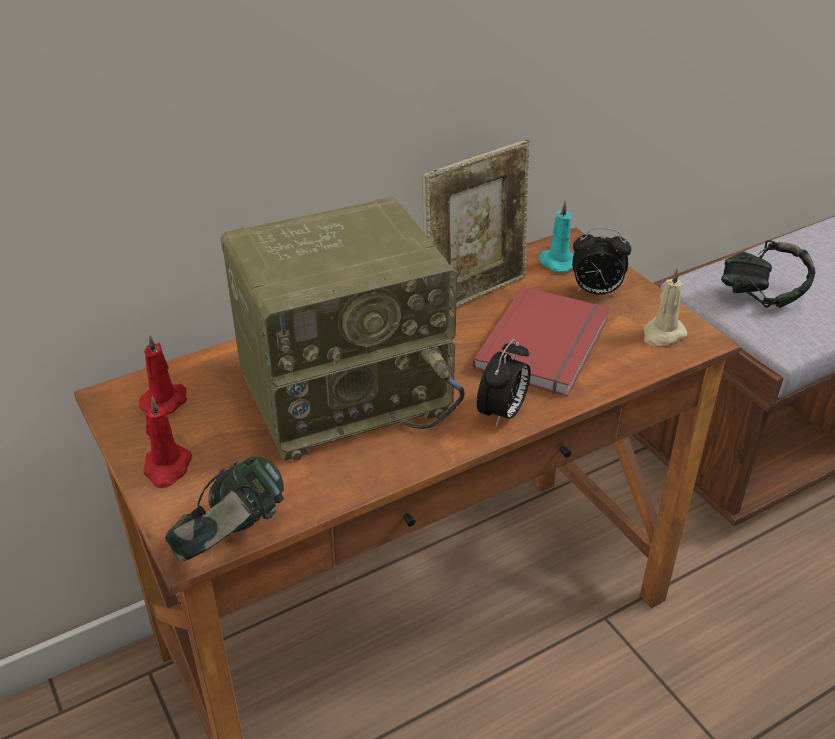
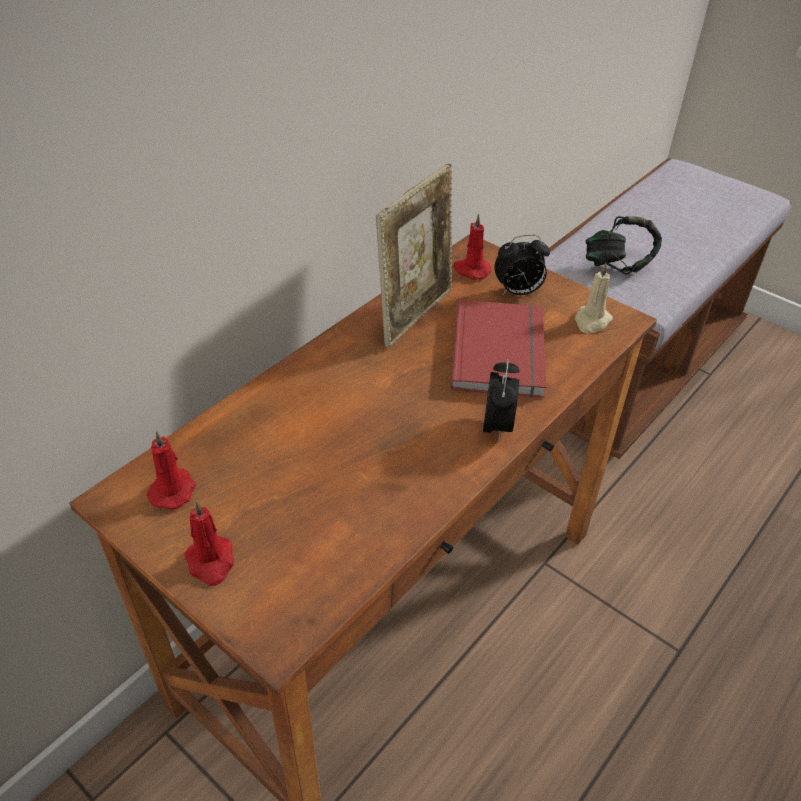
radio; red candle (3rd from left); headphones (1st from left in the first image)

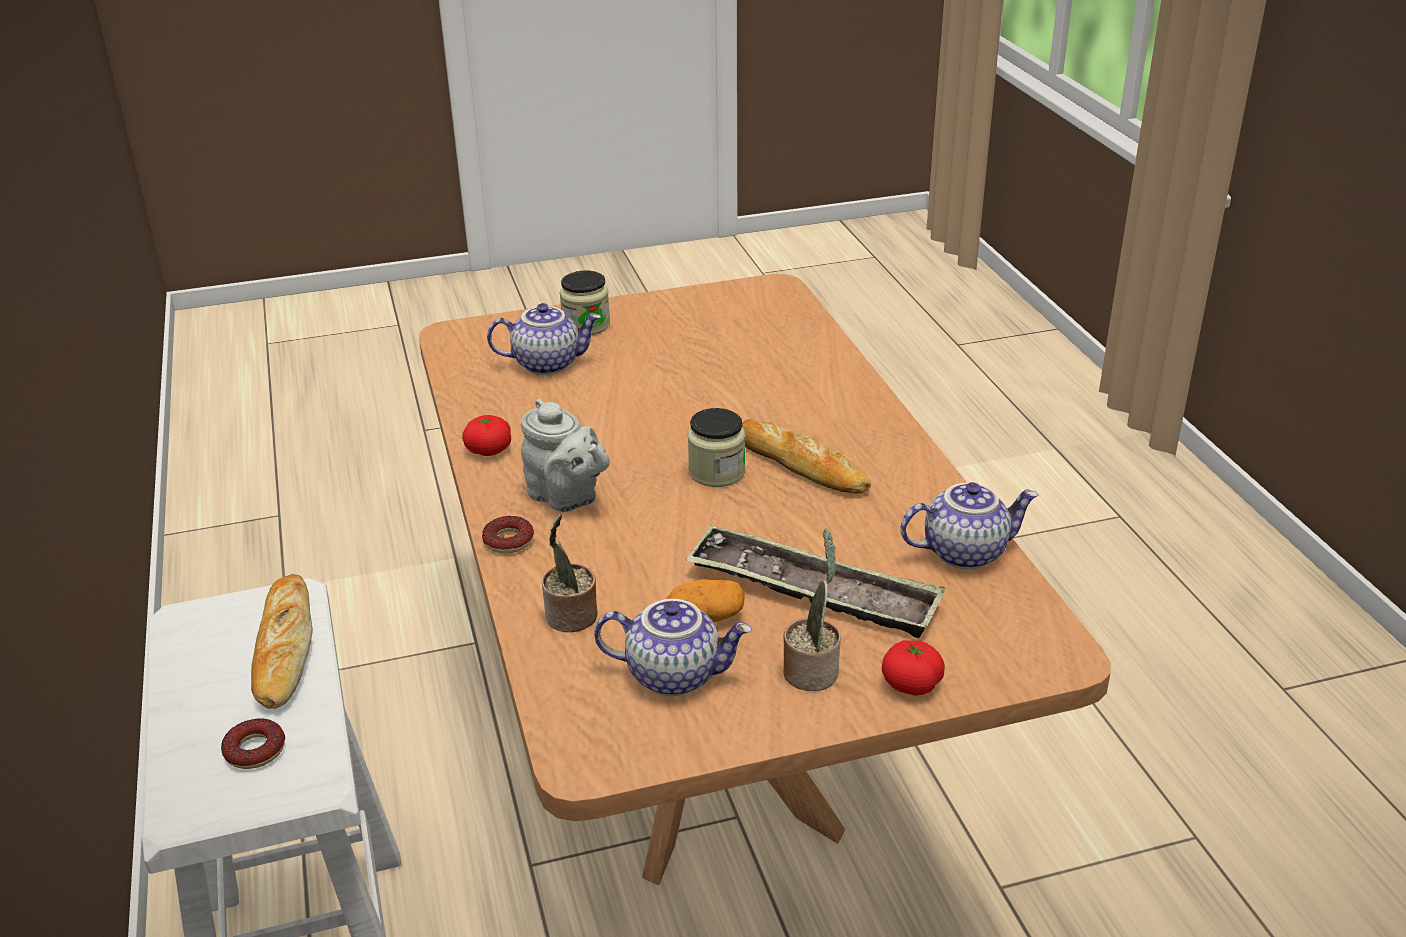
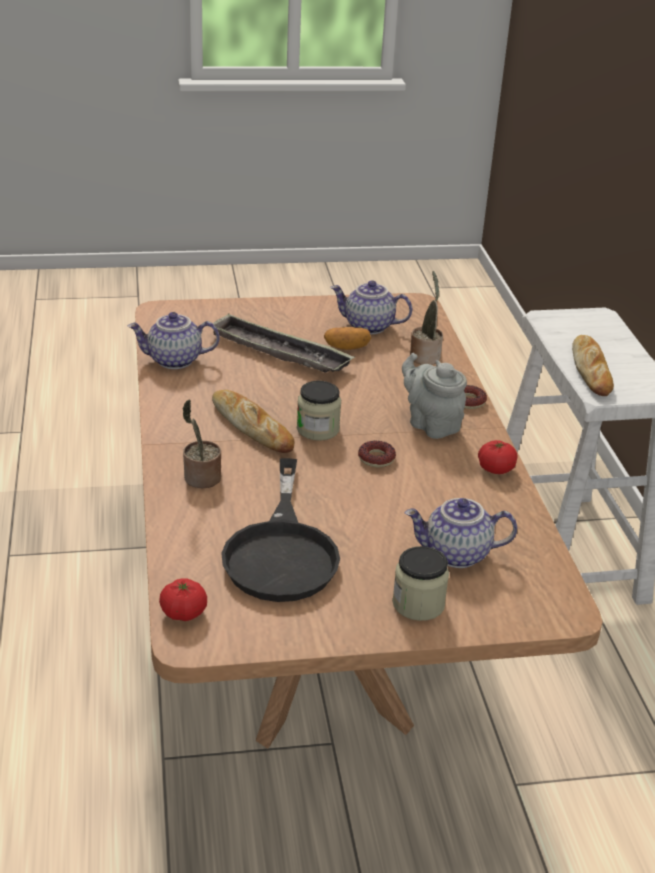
potted plant (1st from left); tomato (1st from left); donut (1st from left); black frying pan

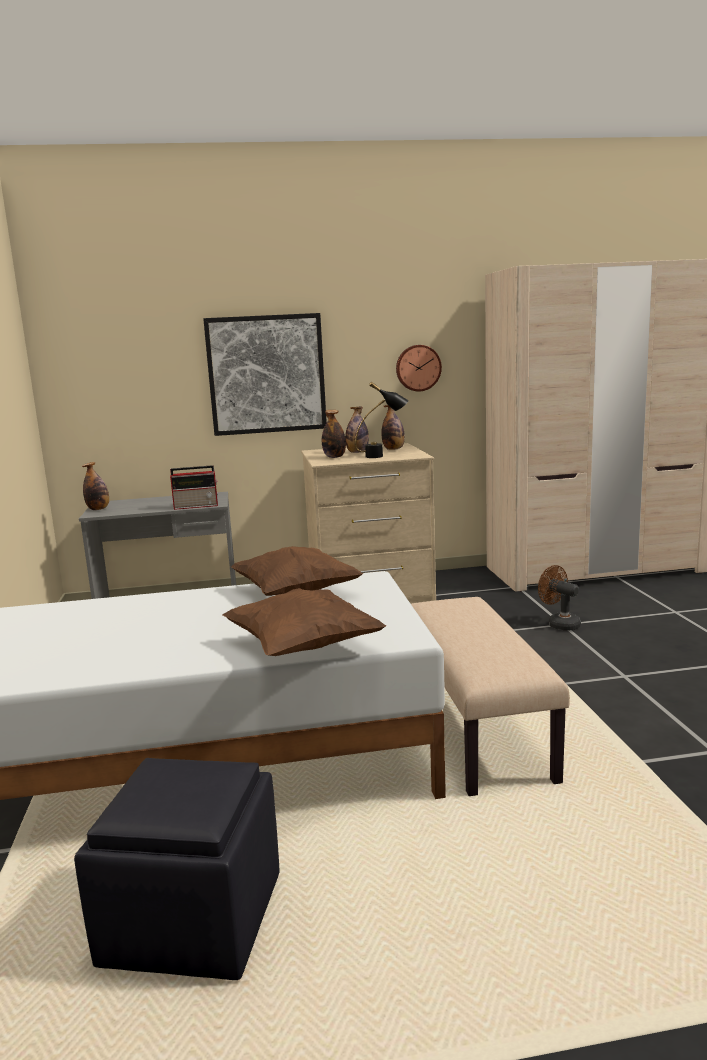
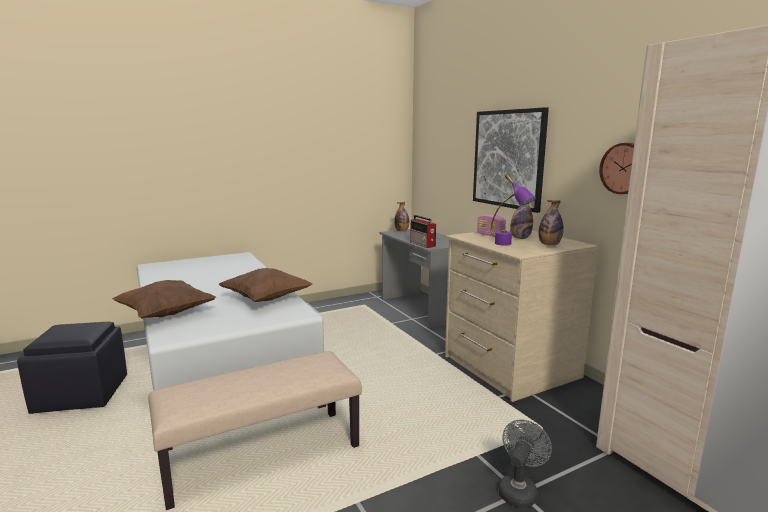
purple table lamp; radio (2nd from left); grey fan

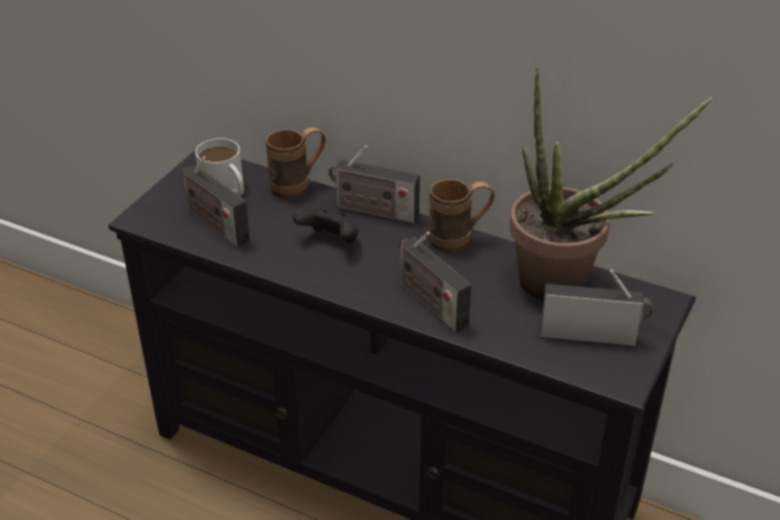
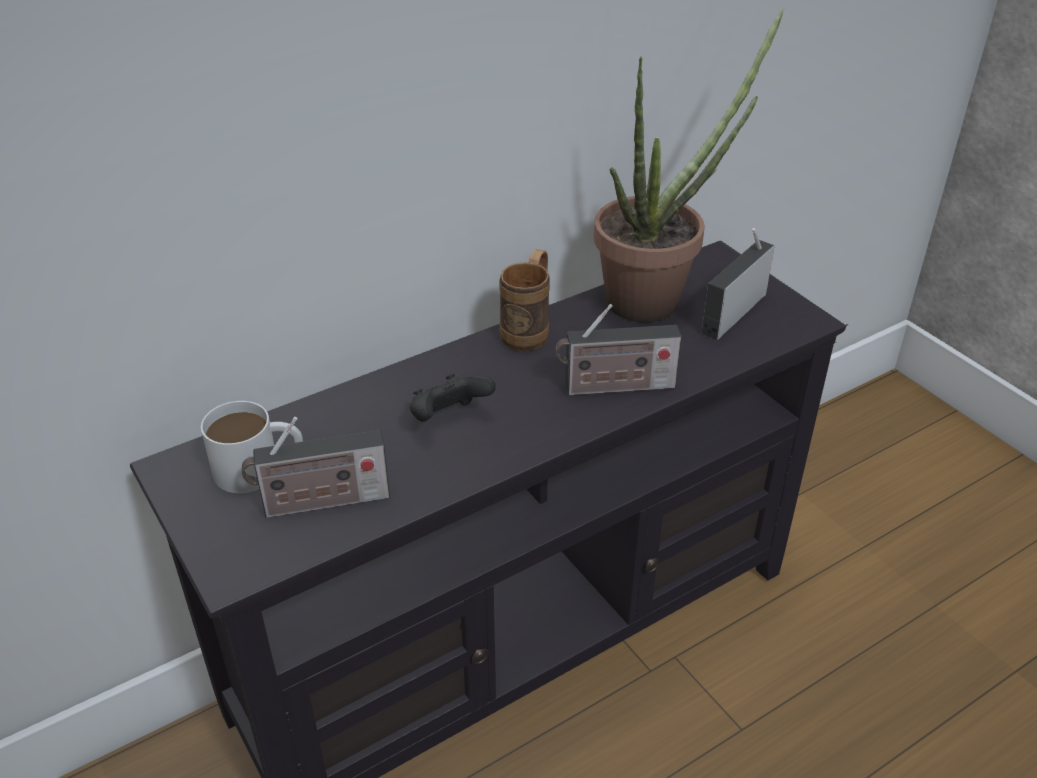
brown mug (1st from left in the first image); radio (2nd from left in the first image)

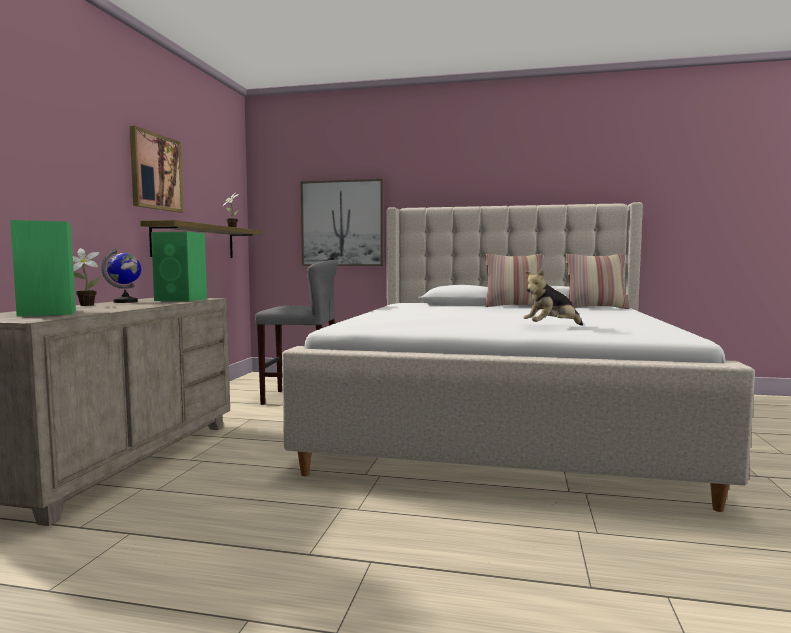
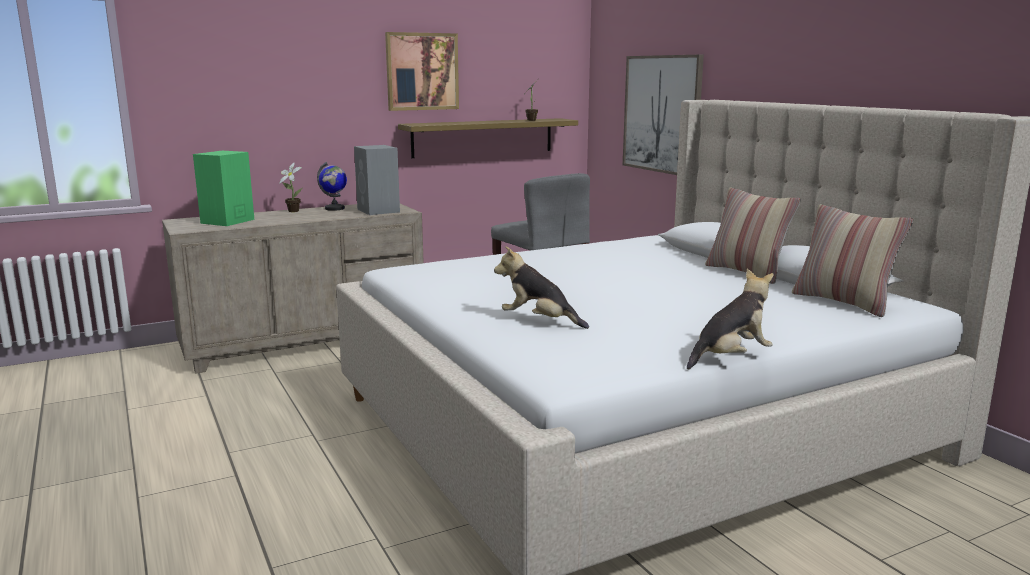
grey speaker; plush toy (2nd from left)

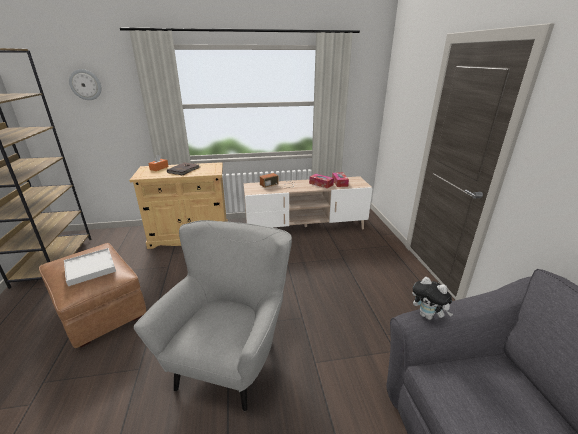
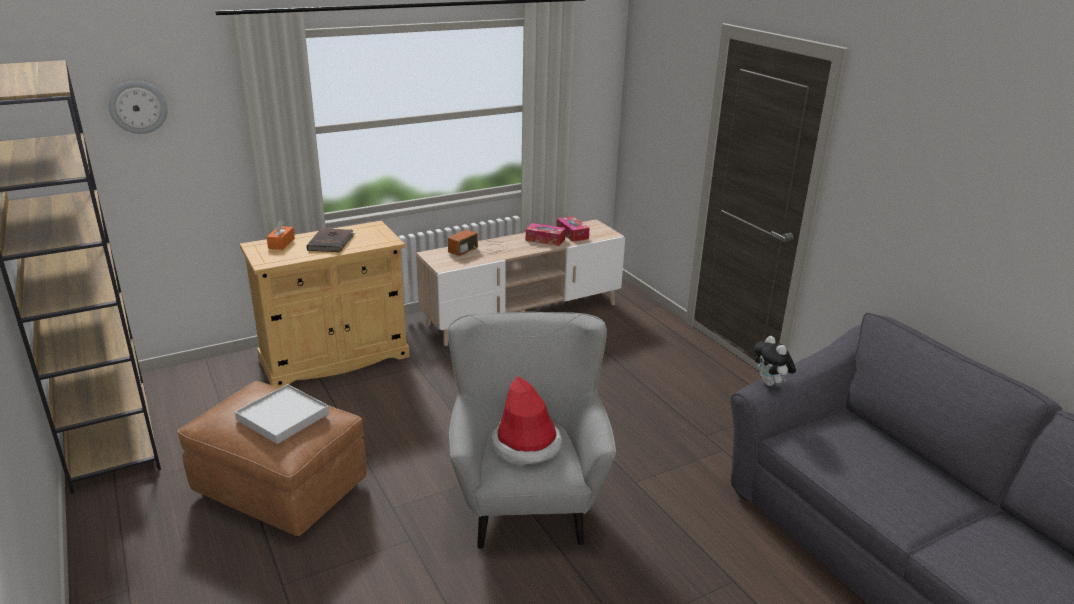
plush toy; hat

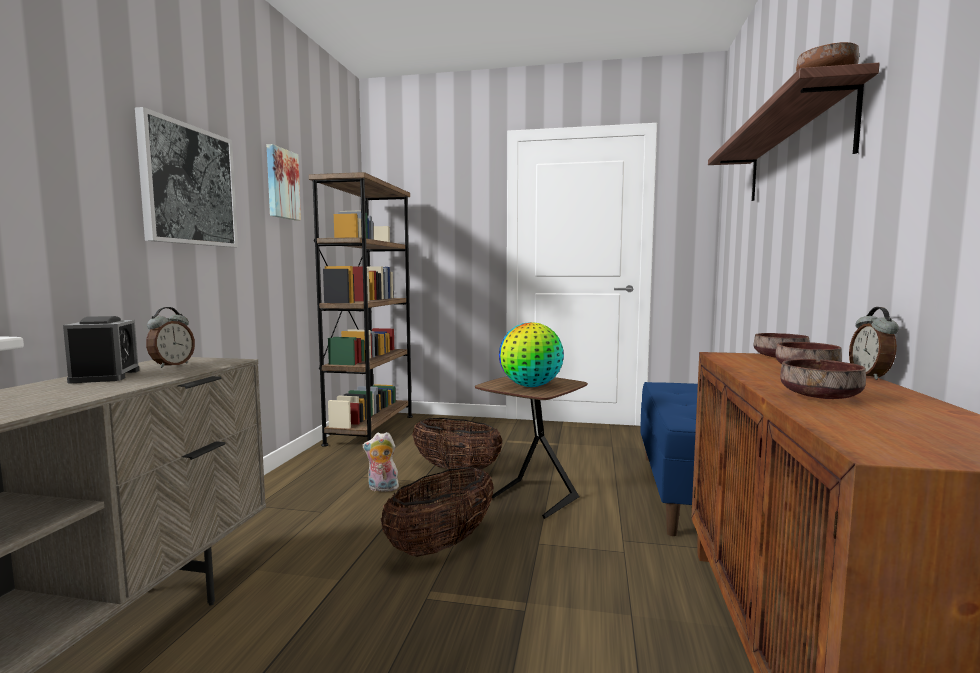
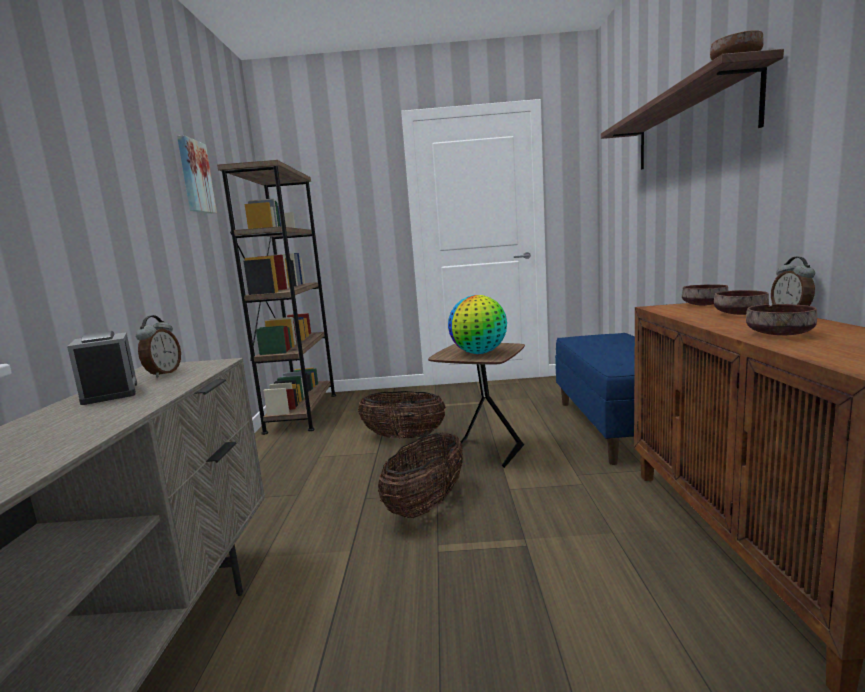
picture (1st from left in the first image); plush toy

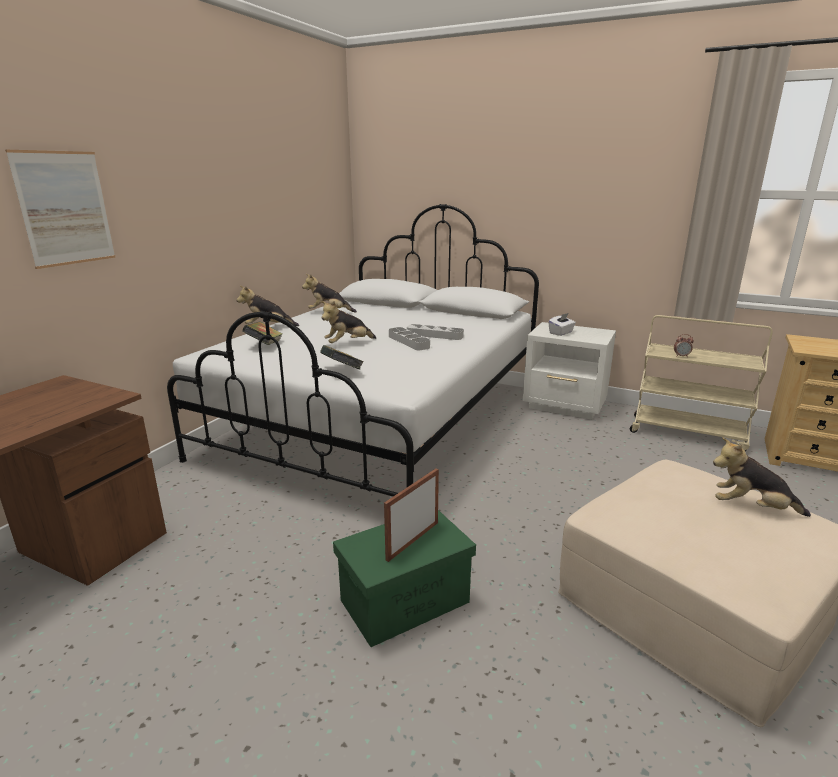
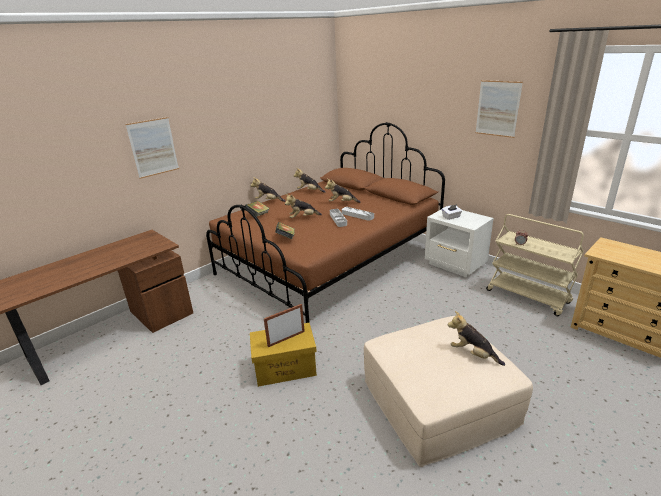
brown bed; yellow storage box; picture (2nd from left); plush toy (4th from left)

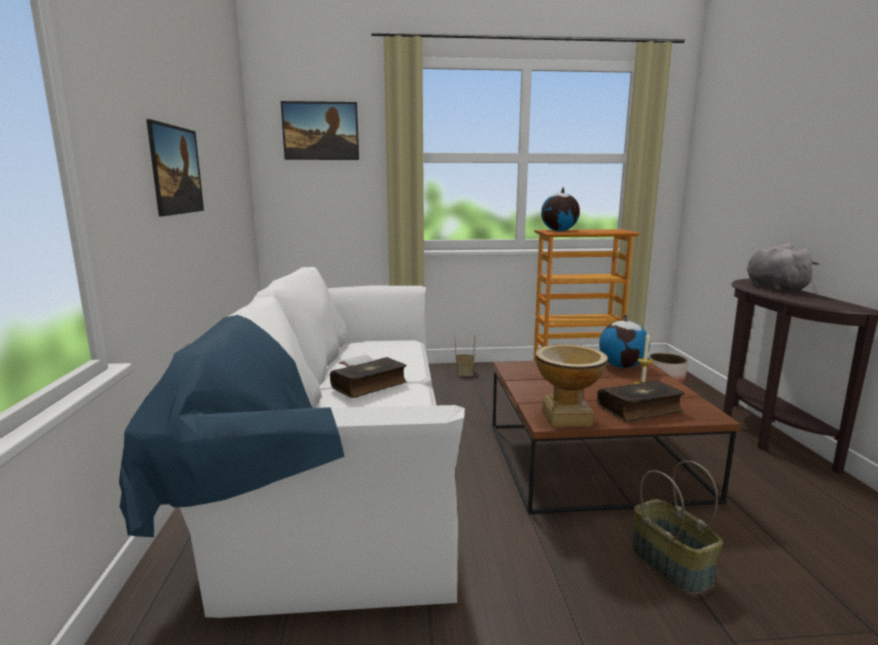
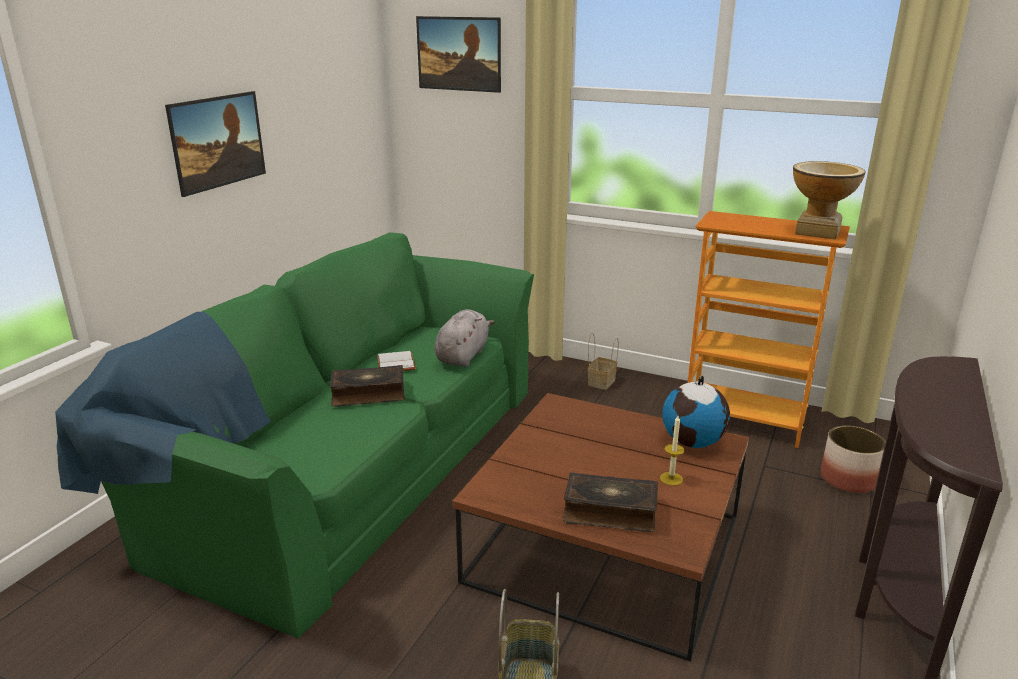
globe (1st from left in the first image); grey plush toy; green sofa; vase

